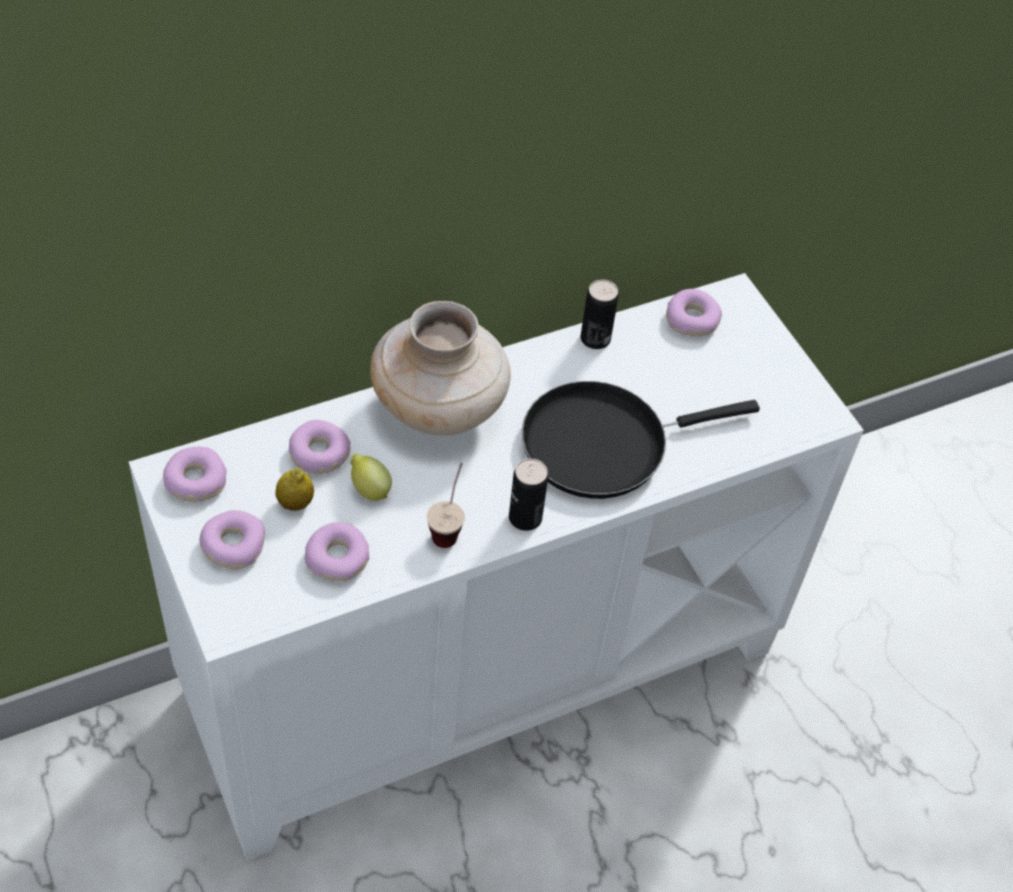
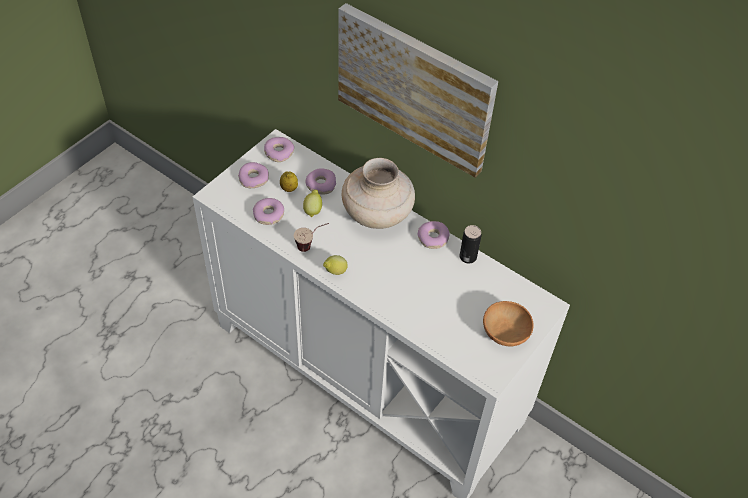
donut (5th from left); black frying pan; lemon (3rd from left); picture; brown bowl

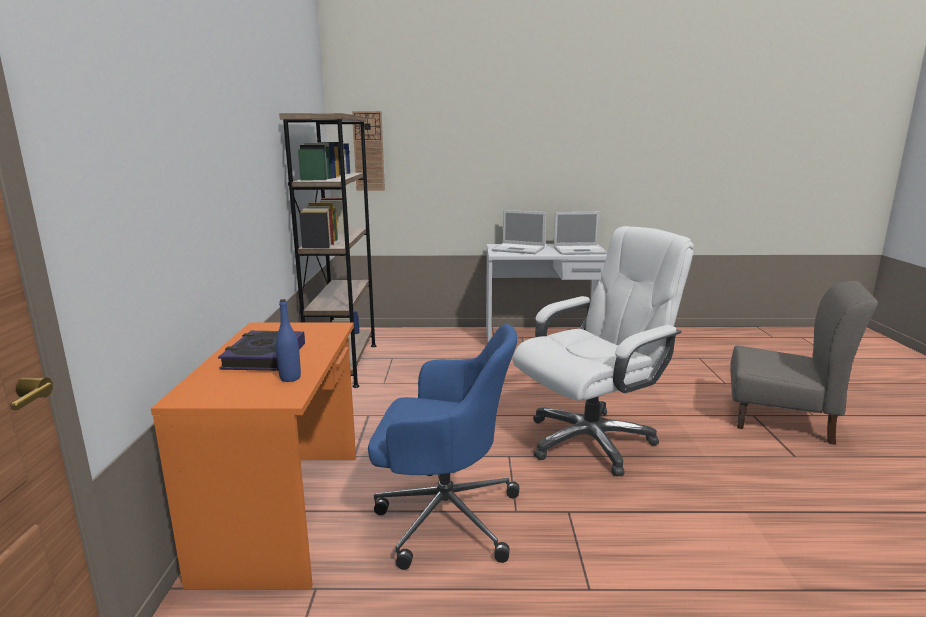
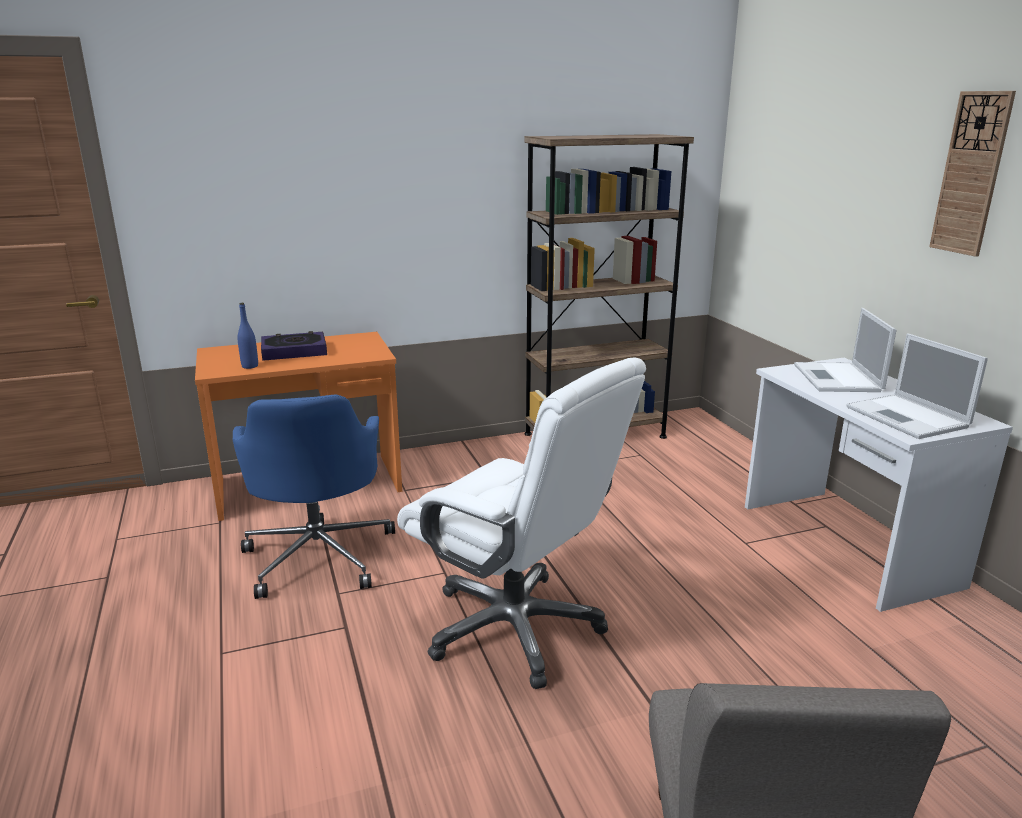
wall clock

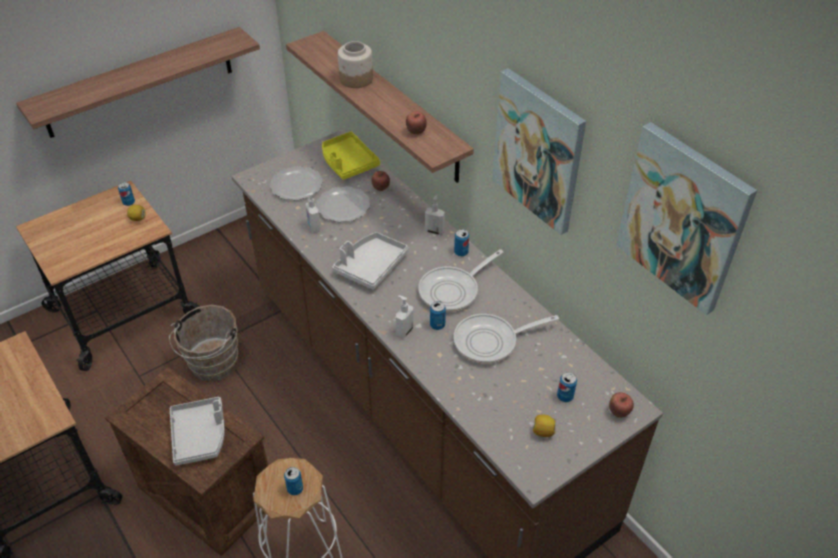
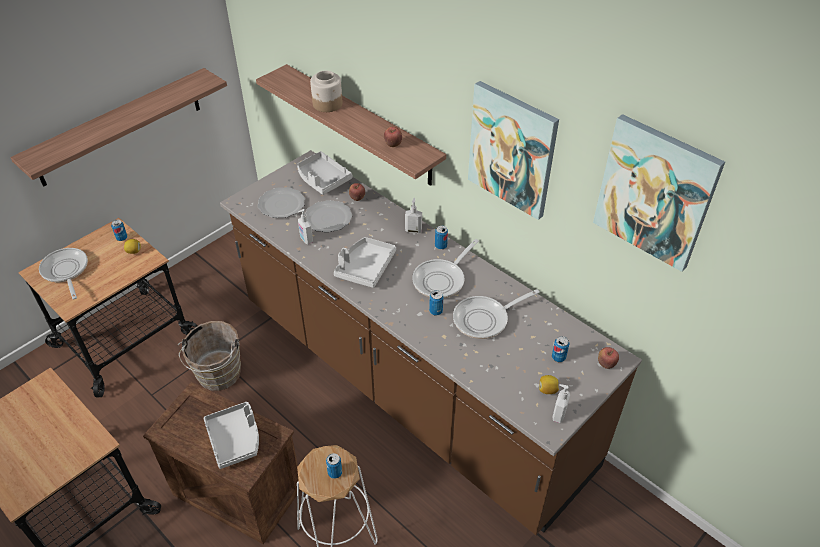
grey tray (2nd from left); soap dispenser (3rd from left); frying pan (1st from left)

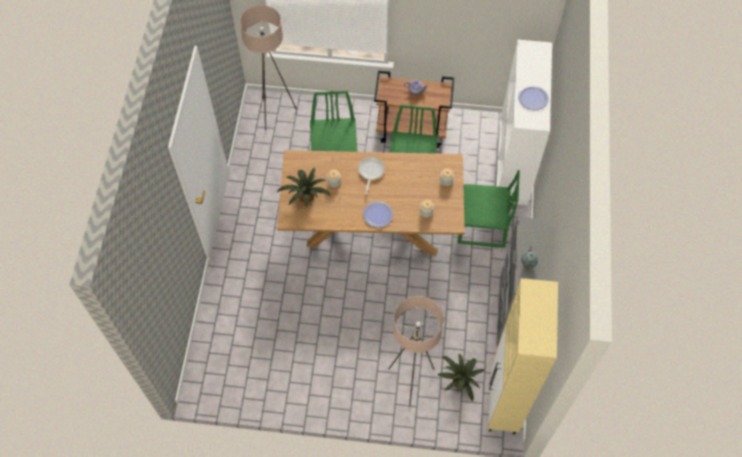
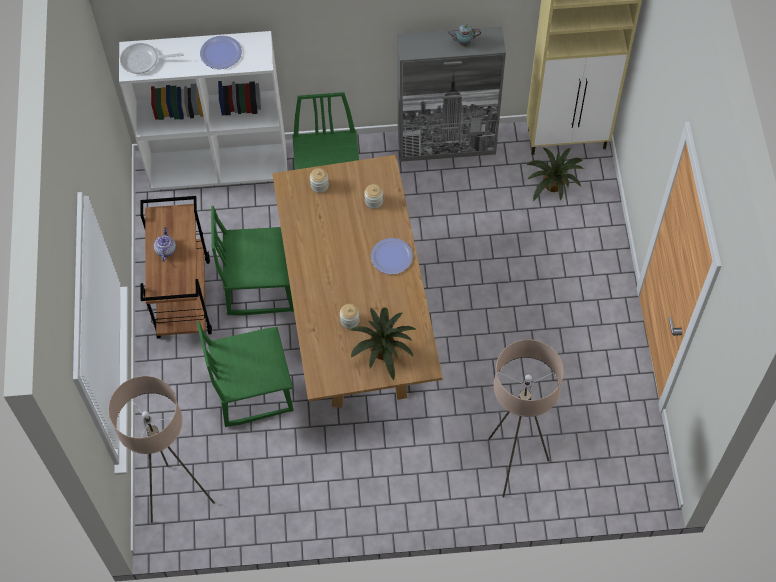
frying pan; beige floor lamp (2nd from left)

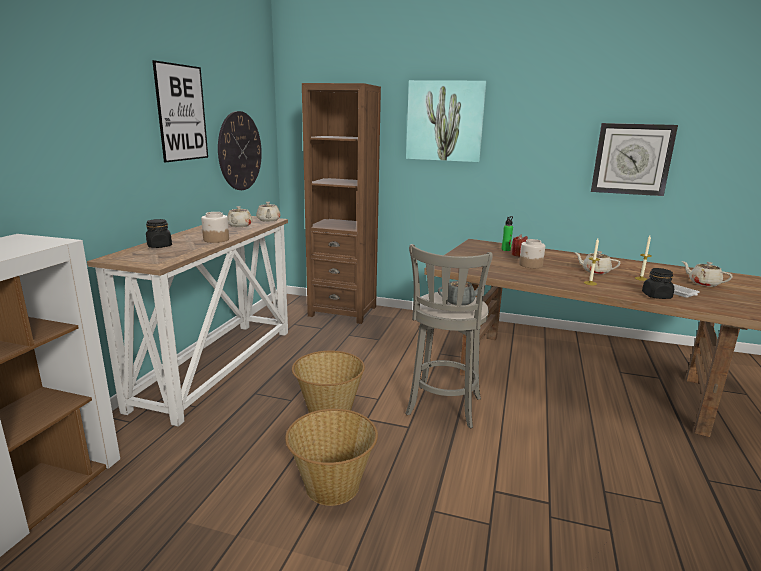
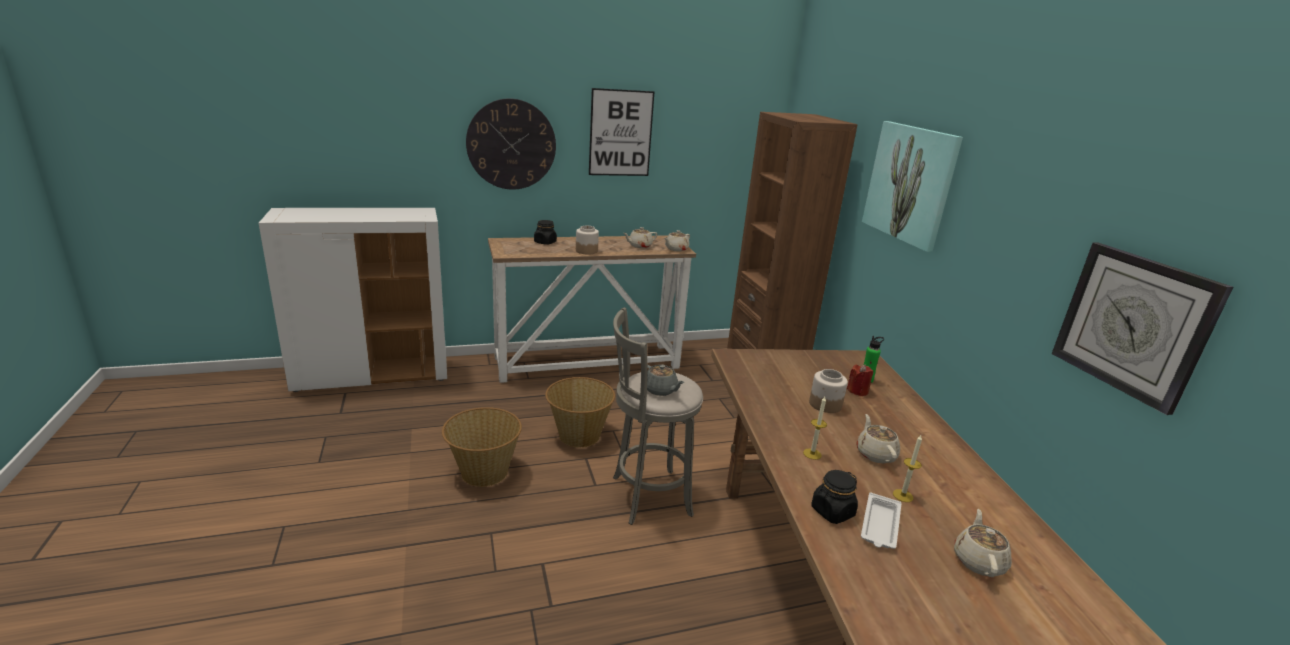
wall clock (1st from left)

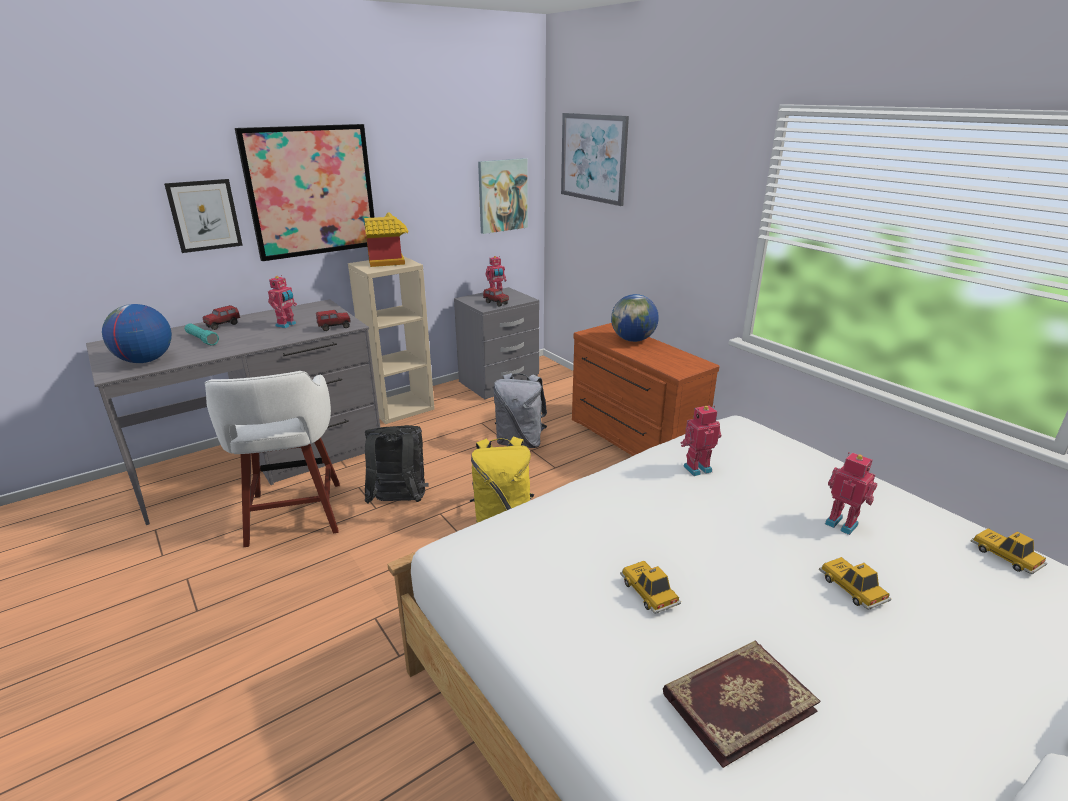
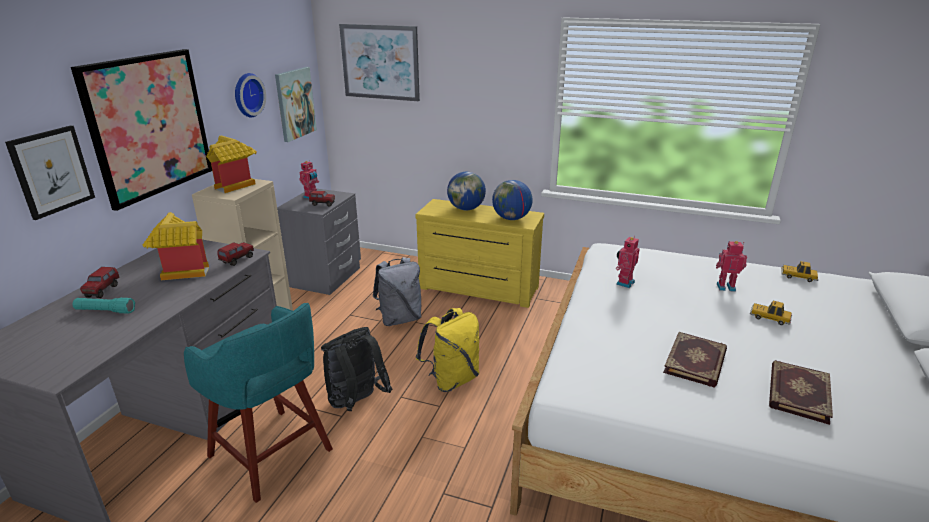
toy house (1st from left); globe (2nd from left); yellow dresser; turquoise stool; book (1st from left); wall clock

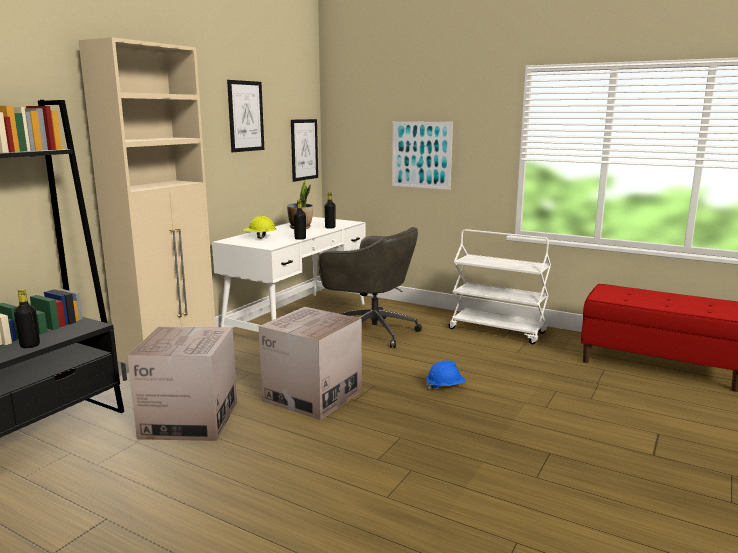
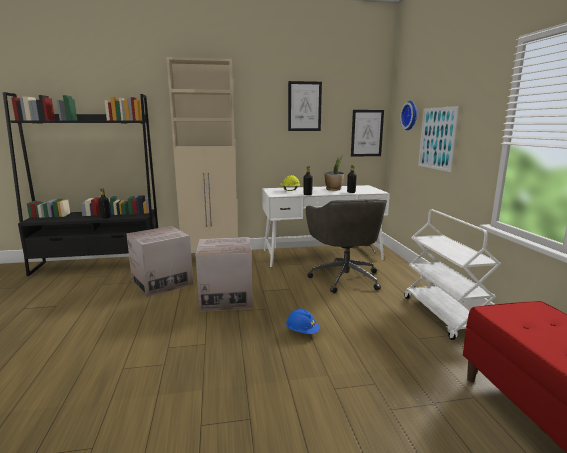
wall clock

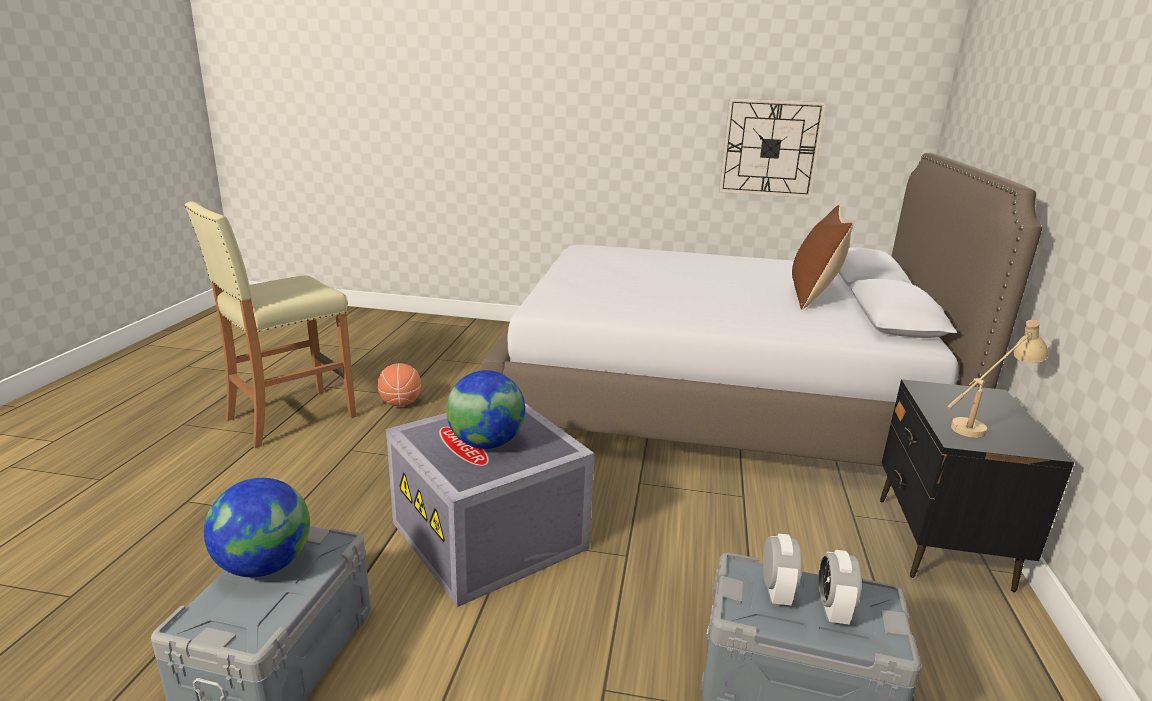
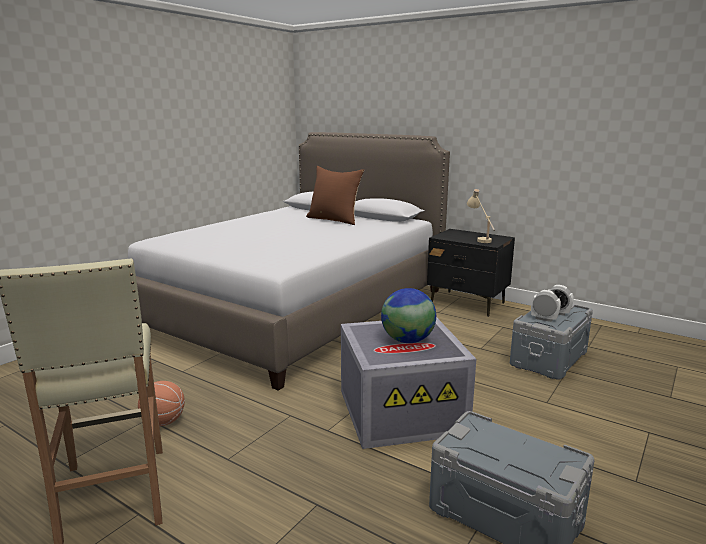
wall clock; globe (1st from left in the first image)

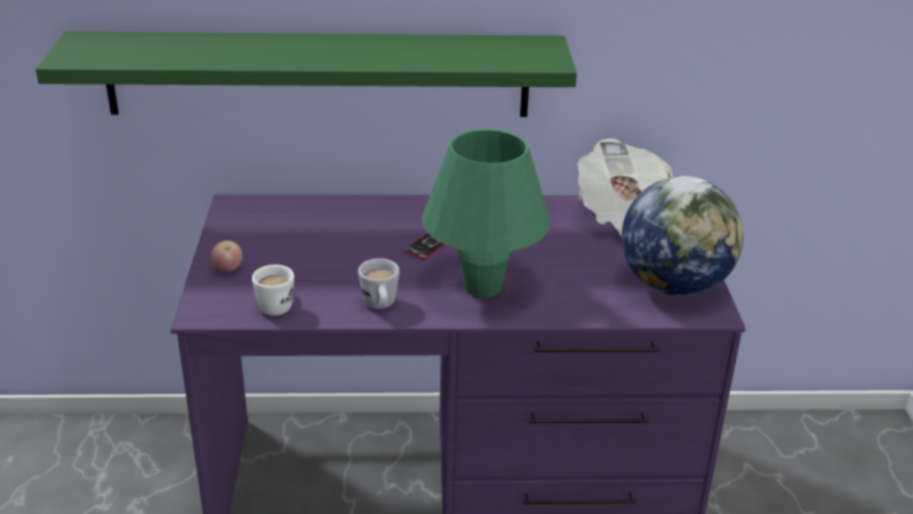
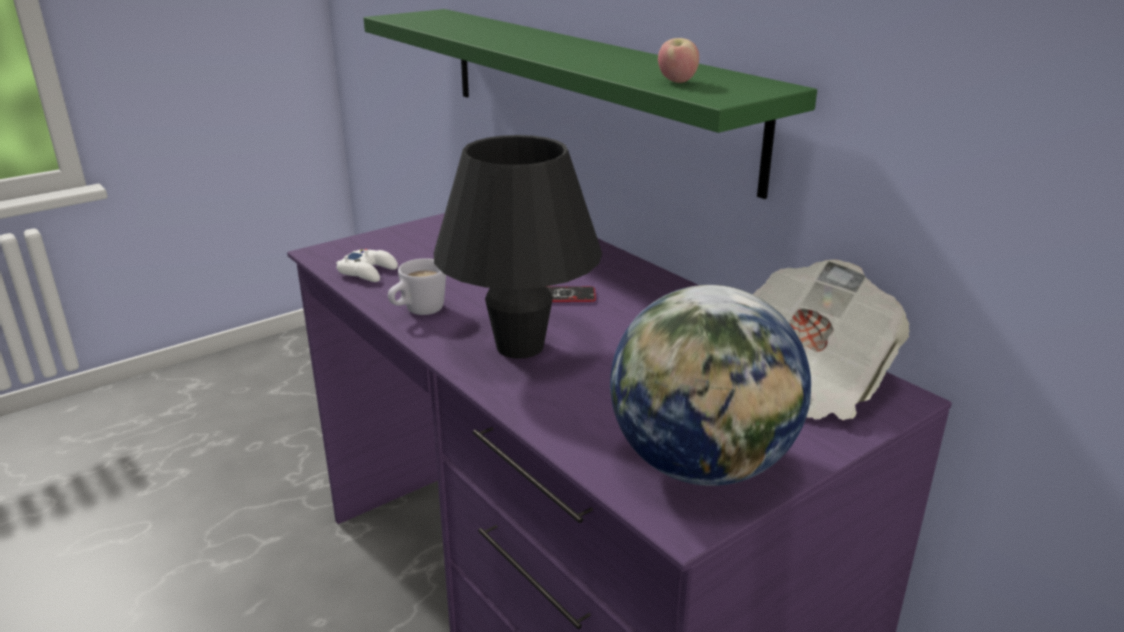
black table lamp; apple; white game controller

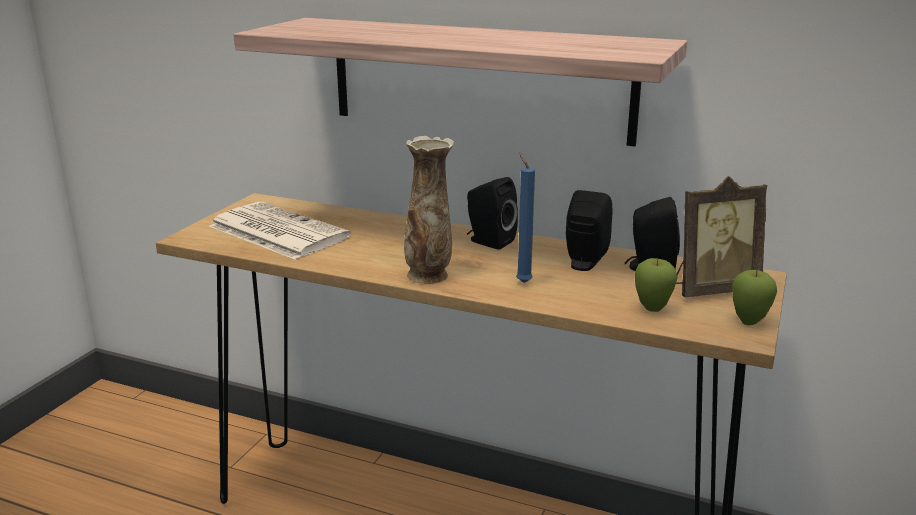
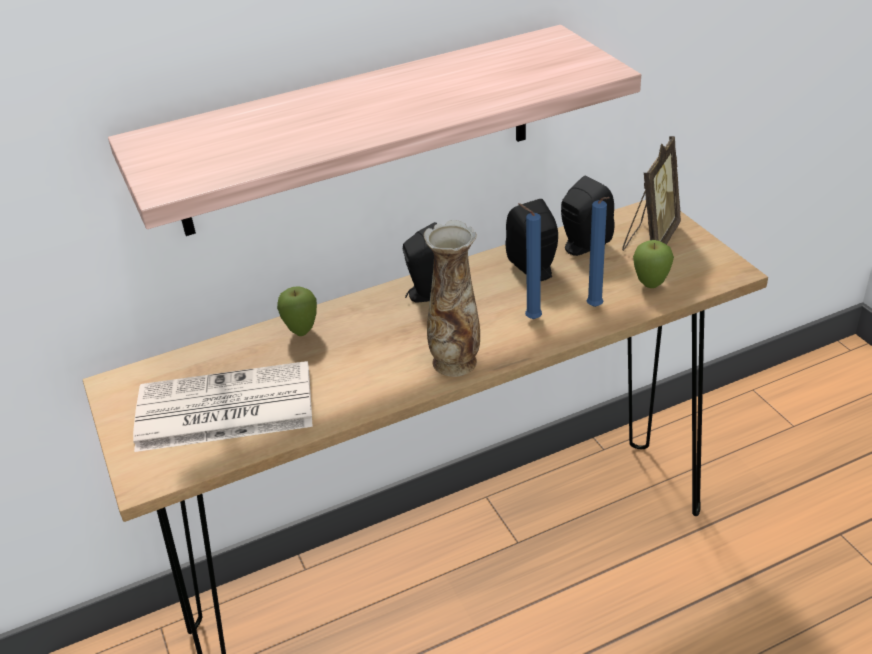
apple (1st from left); blue candle (2nd from left)

